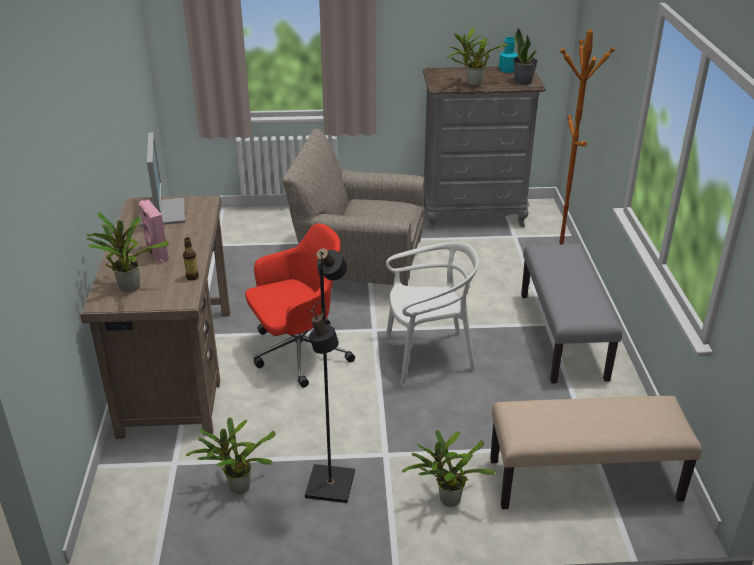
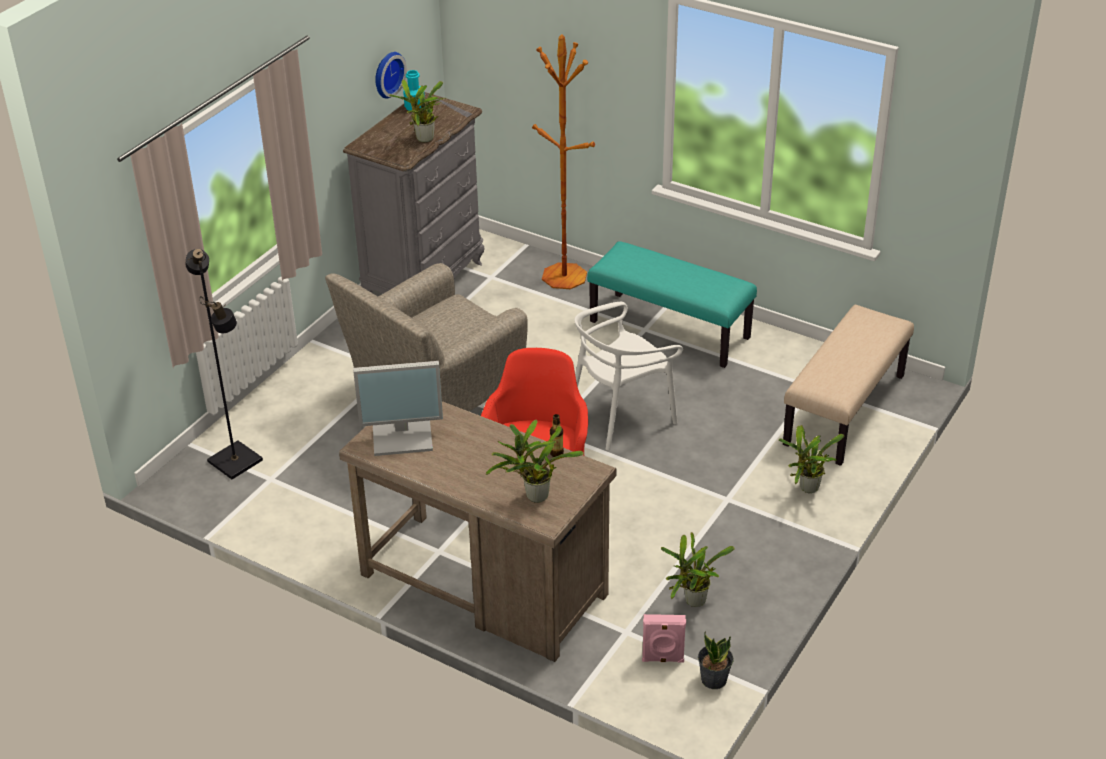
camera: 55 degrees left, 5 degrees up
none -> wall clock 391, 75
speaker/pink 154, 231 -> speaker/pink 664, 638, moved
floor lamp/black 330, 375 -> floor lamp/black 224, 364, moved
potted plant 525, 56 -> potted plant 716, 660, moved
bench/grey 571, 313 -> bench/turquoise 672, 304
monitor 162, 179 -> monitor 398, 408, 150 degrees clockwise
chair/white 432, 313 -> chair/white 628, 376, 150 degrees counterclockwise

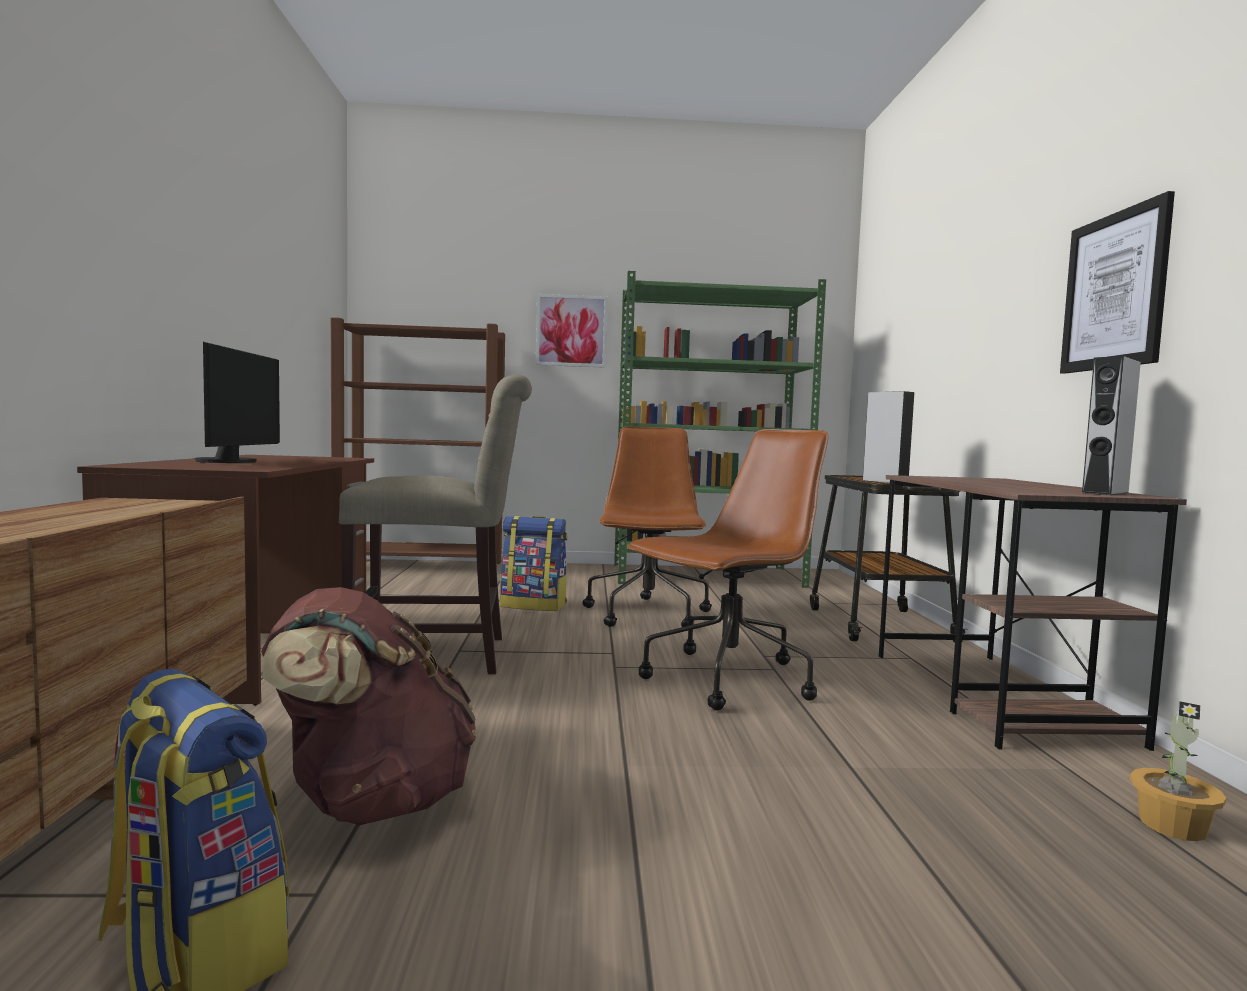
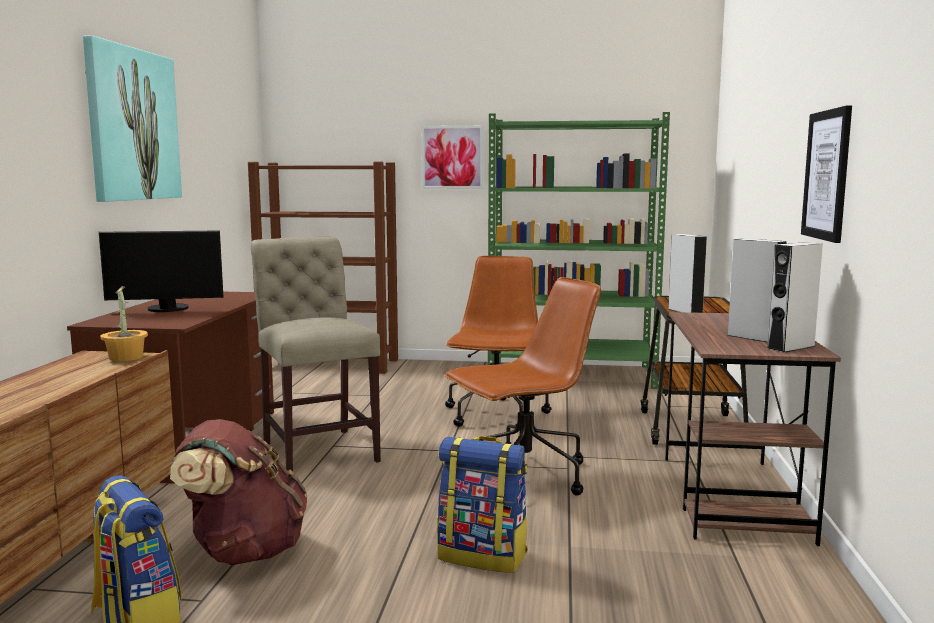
camera: 10 degrees right, 5 degrees up
none -> picture 132, 118
none -> speaker/grey 756, 290
backpack 533, 563 -> backpack 482, 504, moved
potted plant 1178, 771 -> potted plant 124, 323, moved
monitor 237, 402 -> monitor 161, 271, 75 degrees clockwise
chair/beige 435, 524 -> chair/beige 316, 354, 120 degrees counterclockwise

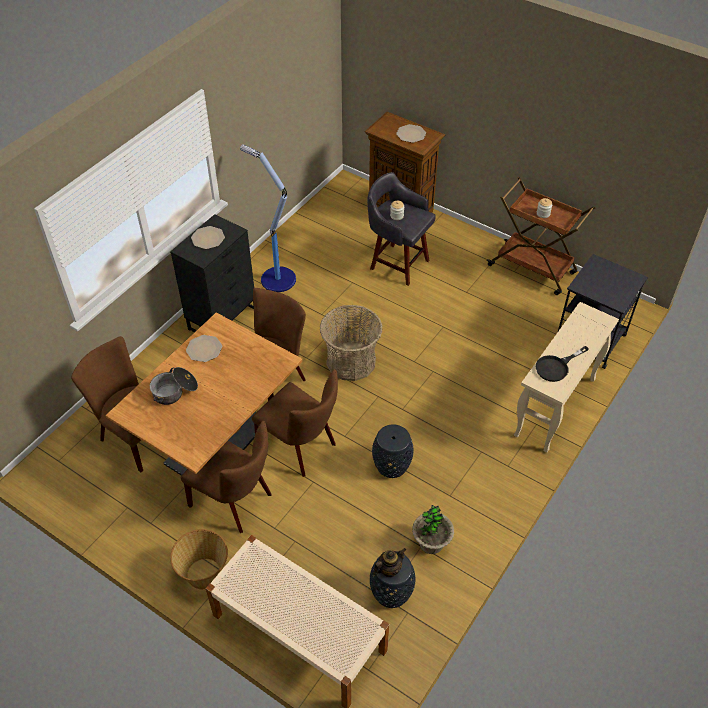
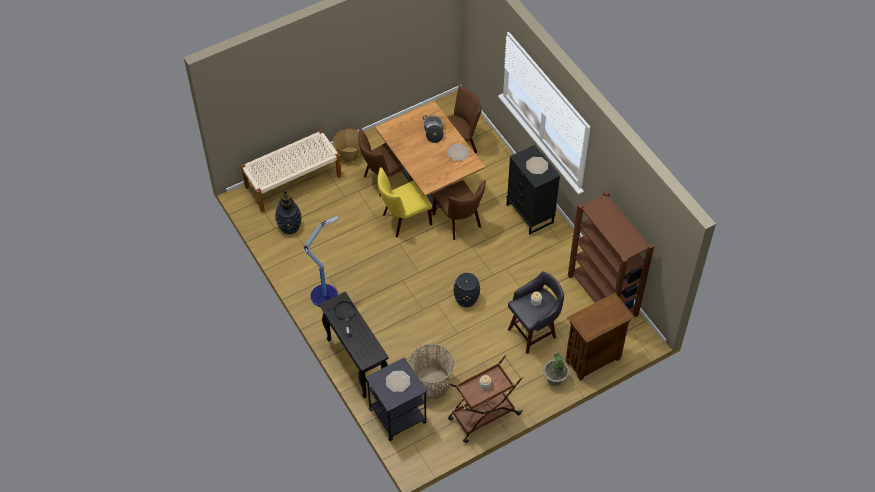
camera: 115 degrees right, 5 degrees up
none -> bookcase/brown 611, 253
floor lamp 268, 218 -> floor lamp 321, 261, moved
basket 351, 343 -> basket 431, 371, moved
stool/black 393, 451 -> stool/black 466, 290, moved
plate 411, 133 -> plate 398, 381, moved
potted plant 433, 529 -> potted plant 556, 369, moved
chair/brown 295, 423 -> chair/yellow 404, 202
console table/beige 566, 377 -> console table/black 354, 345

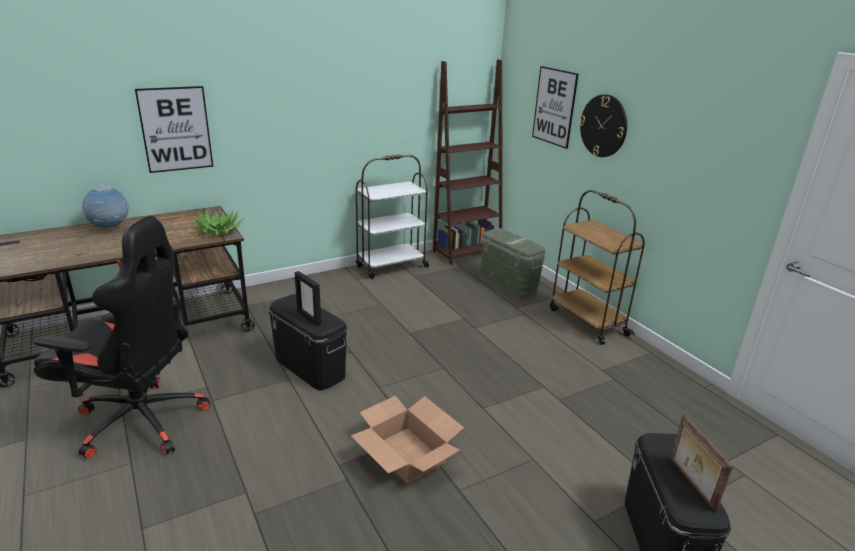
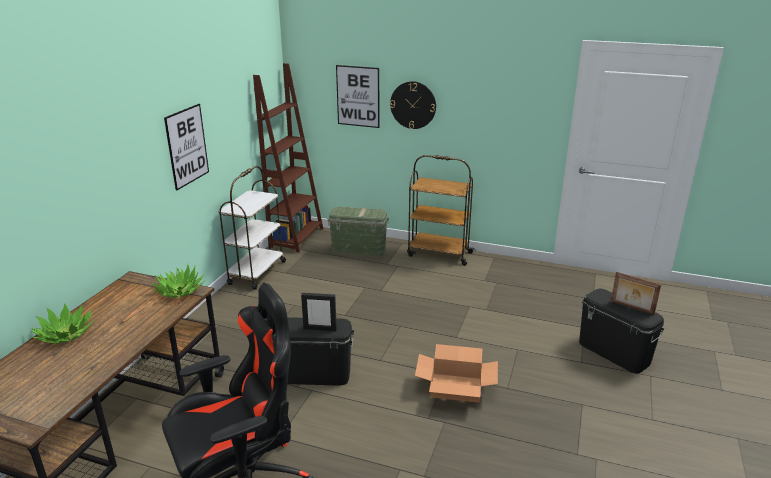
camera: 40 degrees left, 0 degrees up
picture 174, 129 -> picture 186, 147, moved
globe 105, 207 -> potted plant 62, 323

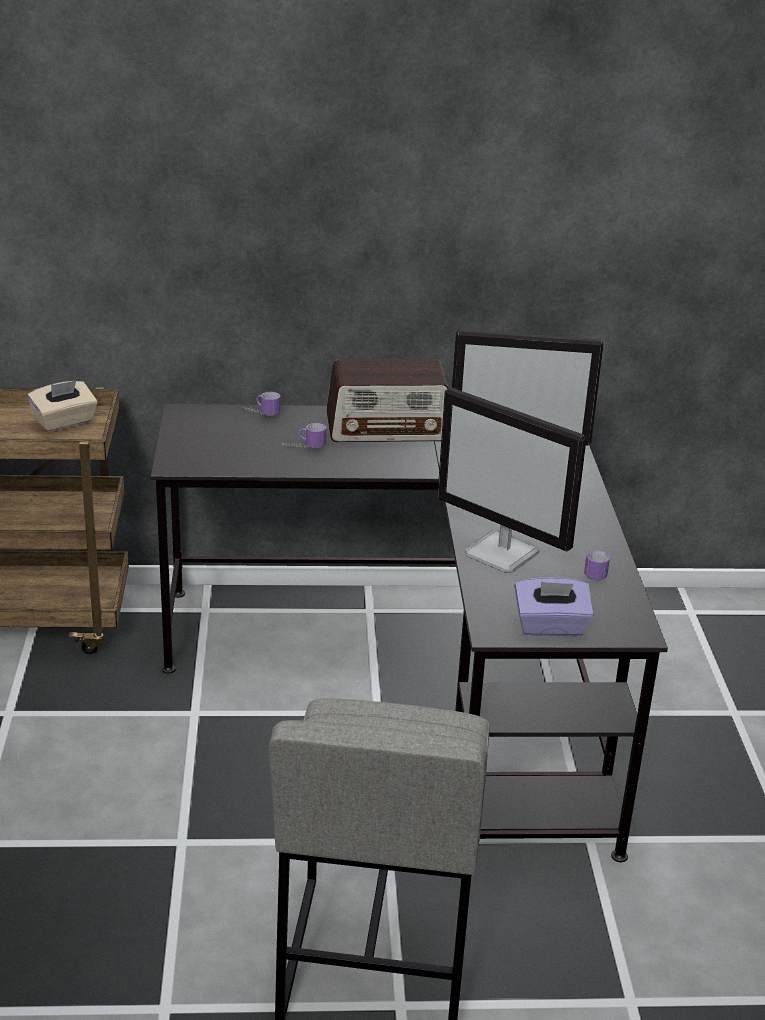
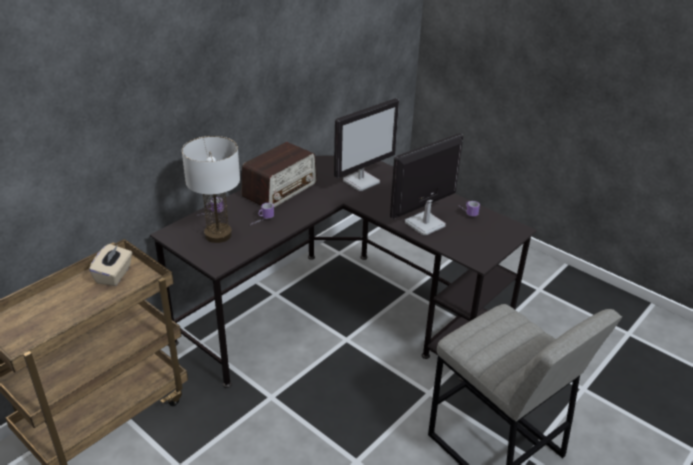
camera: 45 degrees left, 5 degrees up
tissue box/purple 554, 606 -> none
none -> table lamp 211, 189
monitor 512, 480 -> monitor 426, 184, 150 degrees clockwise

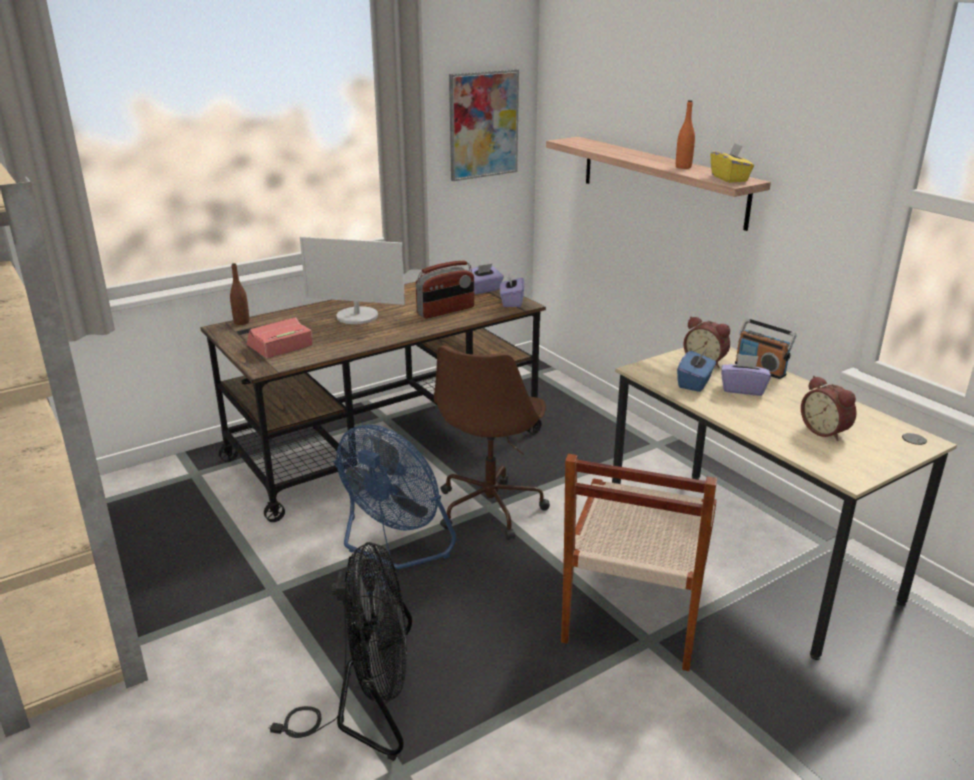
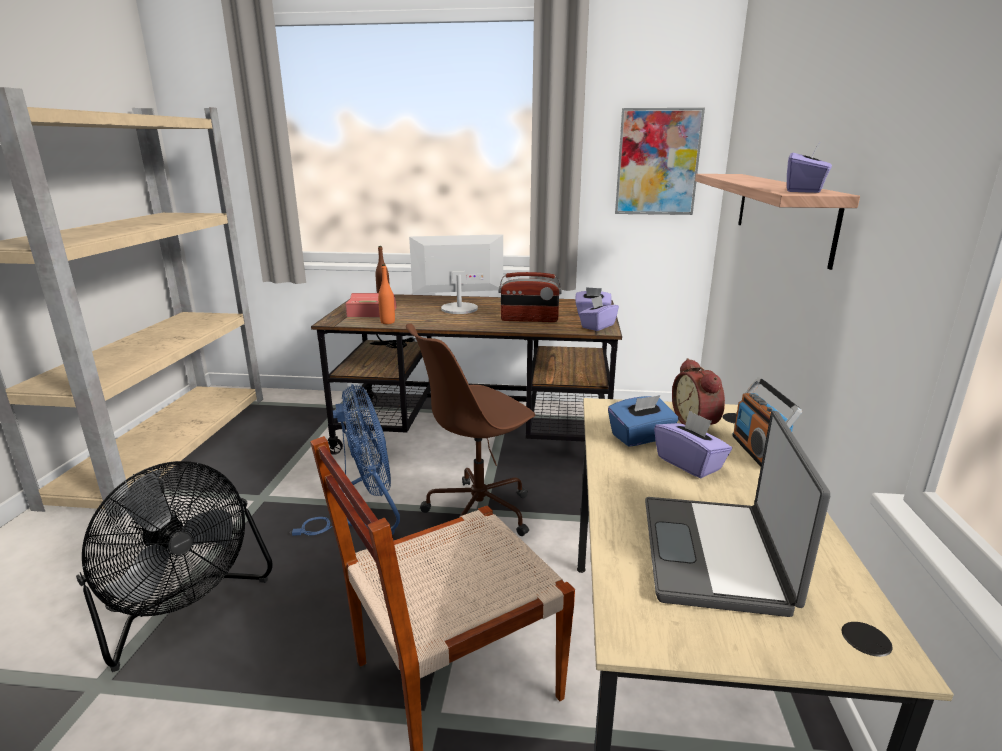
camera: 40 degrees right, 5 degrees down
bottle/orange 685, 134 -> bottle/orange 386, 294, moved
alarm clock 828, 408 -> laptop 737, 514
tissue box/yellow 732, 163 -> tissue box/purple 809, 167
monitor 352, 280 -> monitor 456, 274, 120 degrees clockwise

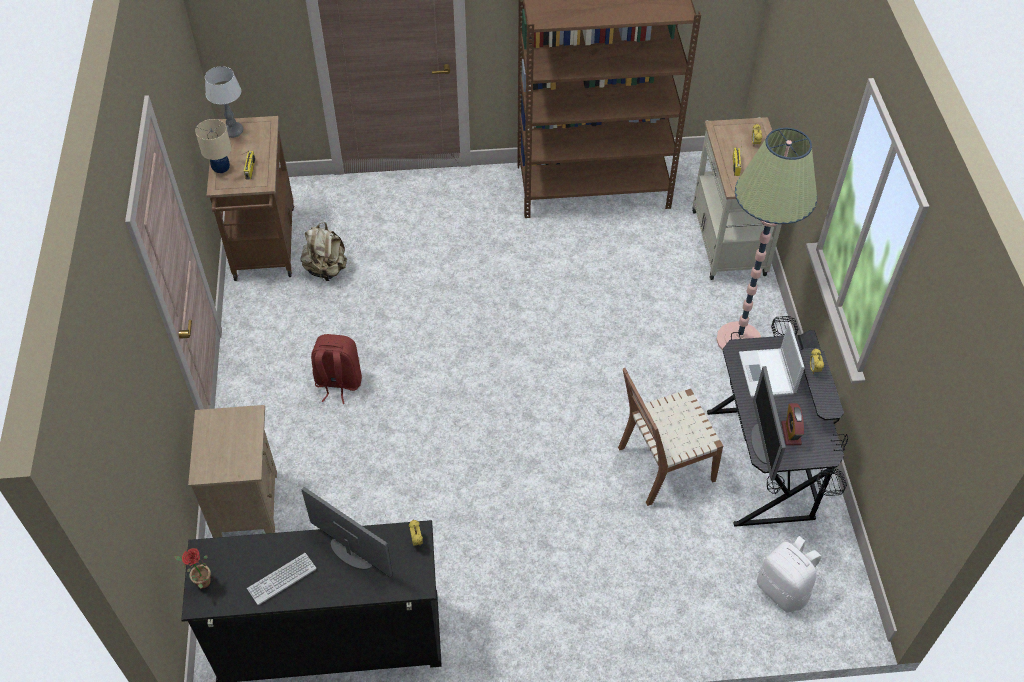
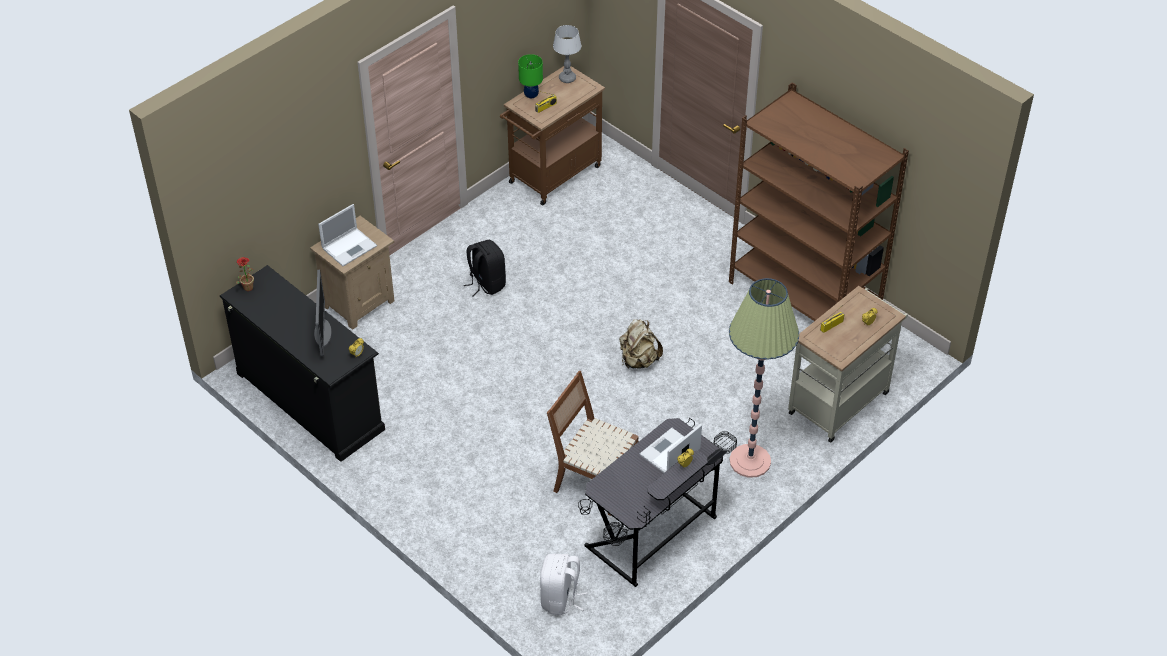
camera: 50 degrees right, 5 degrees down
keyboard 282, 579 -> none
monitor 768, 423 -> none
alarm clock 792, 424 -> none
none -> laptop 347, 235
backpack/beige 323, 251 -> backpack/beige 641, 344, moved
table lamp/beige 213, 146 -> table lamp/green 530, 76
backpack/red 336, 369 -> backpack/black 485, 268

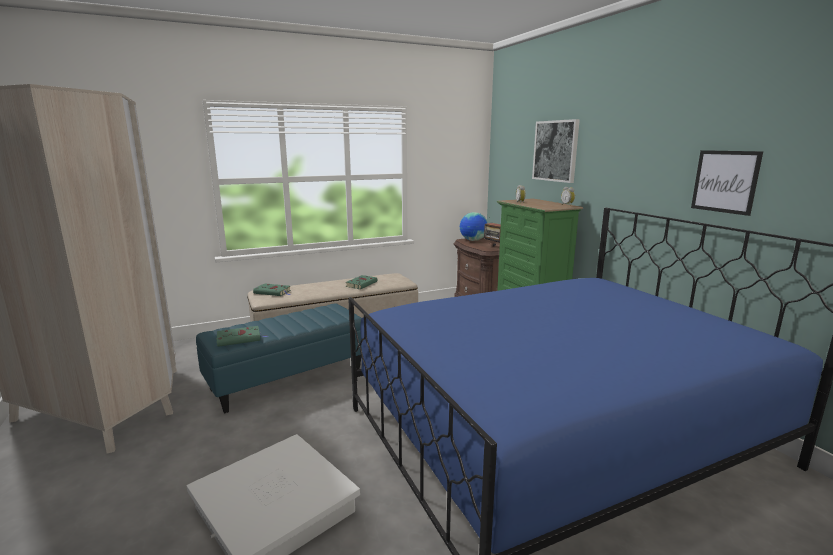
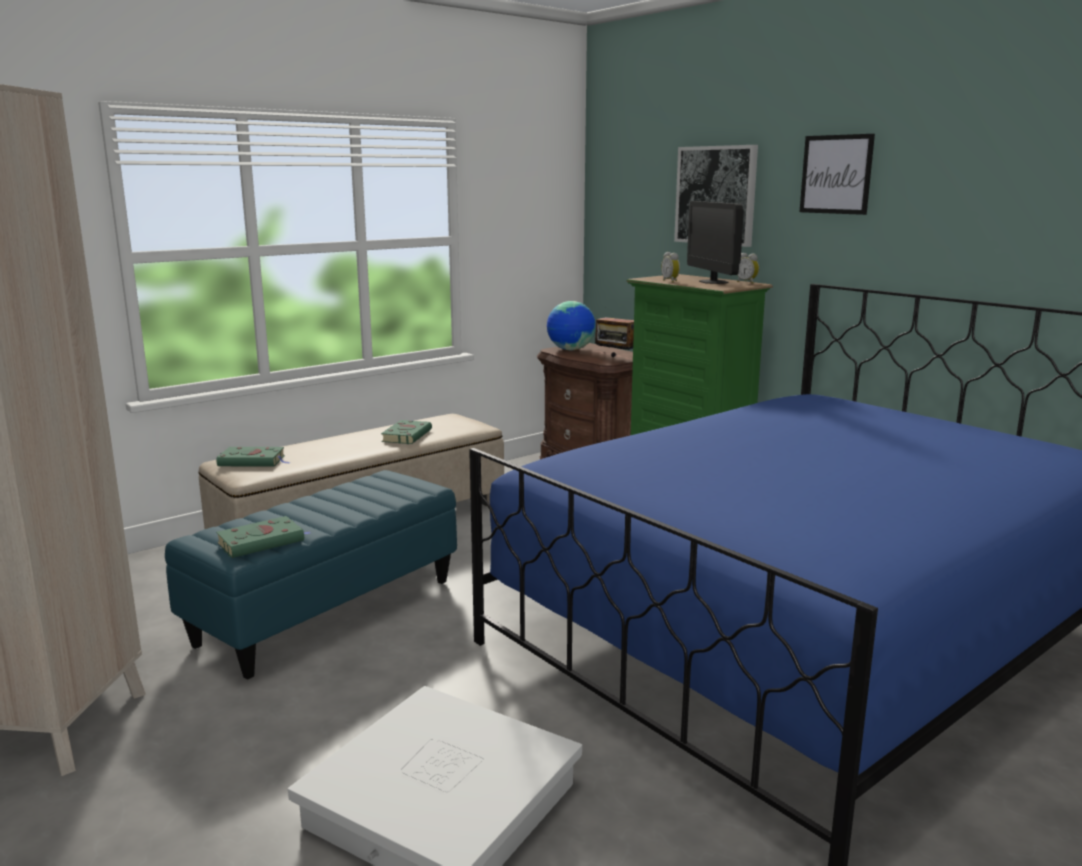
camera: 15 degrees left, 0 degrees up
none -> monitor 715, 242
picture 727, 183 -> picture 837, 174, moved

